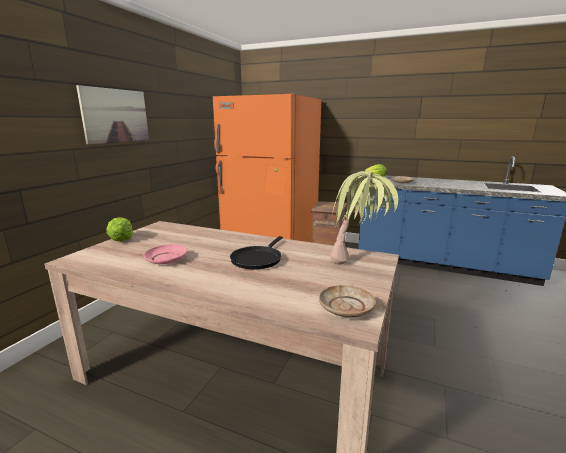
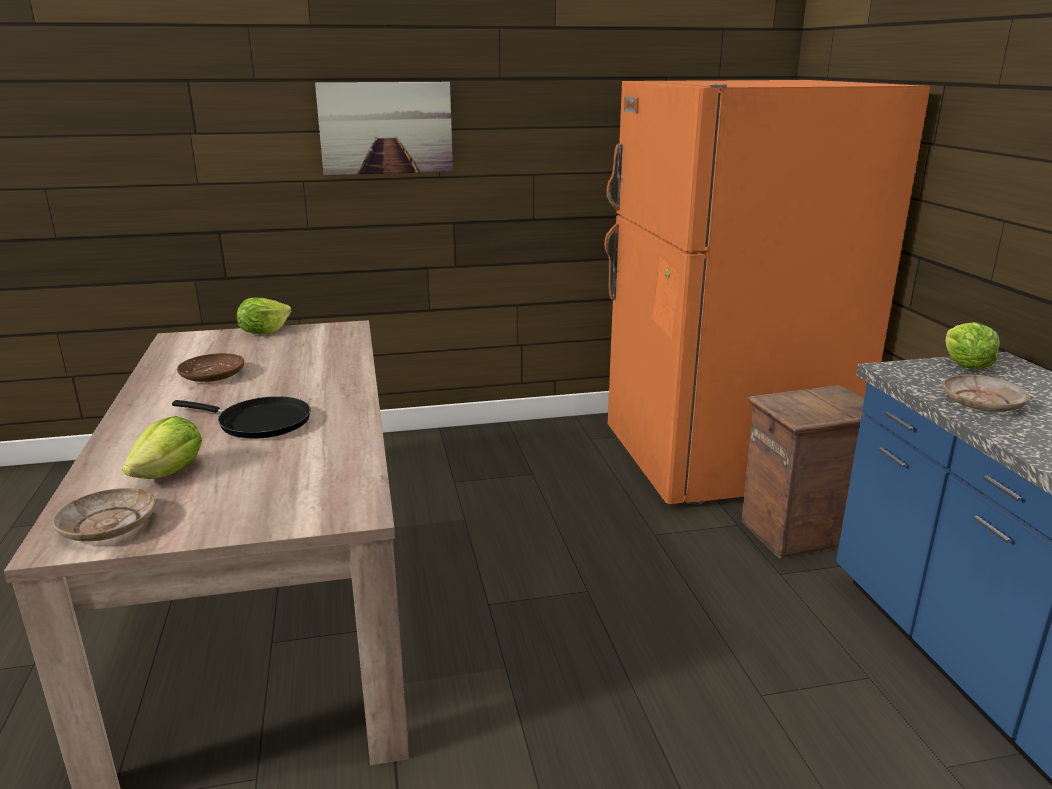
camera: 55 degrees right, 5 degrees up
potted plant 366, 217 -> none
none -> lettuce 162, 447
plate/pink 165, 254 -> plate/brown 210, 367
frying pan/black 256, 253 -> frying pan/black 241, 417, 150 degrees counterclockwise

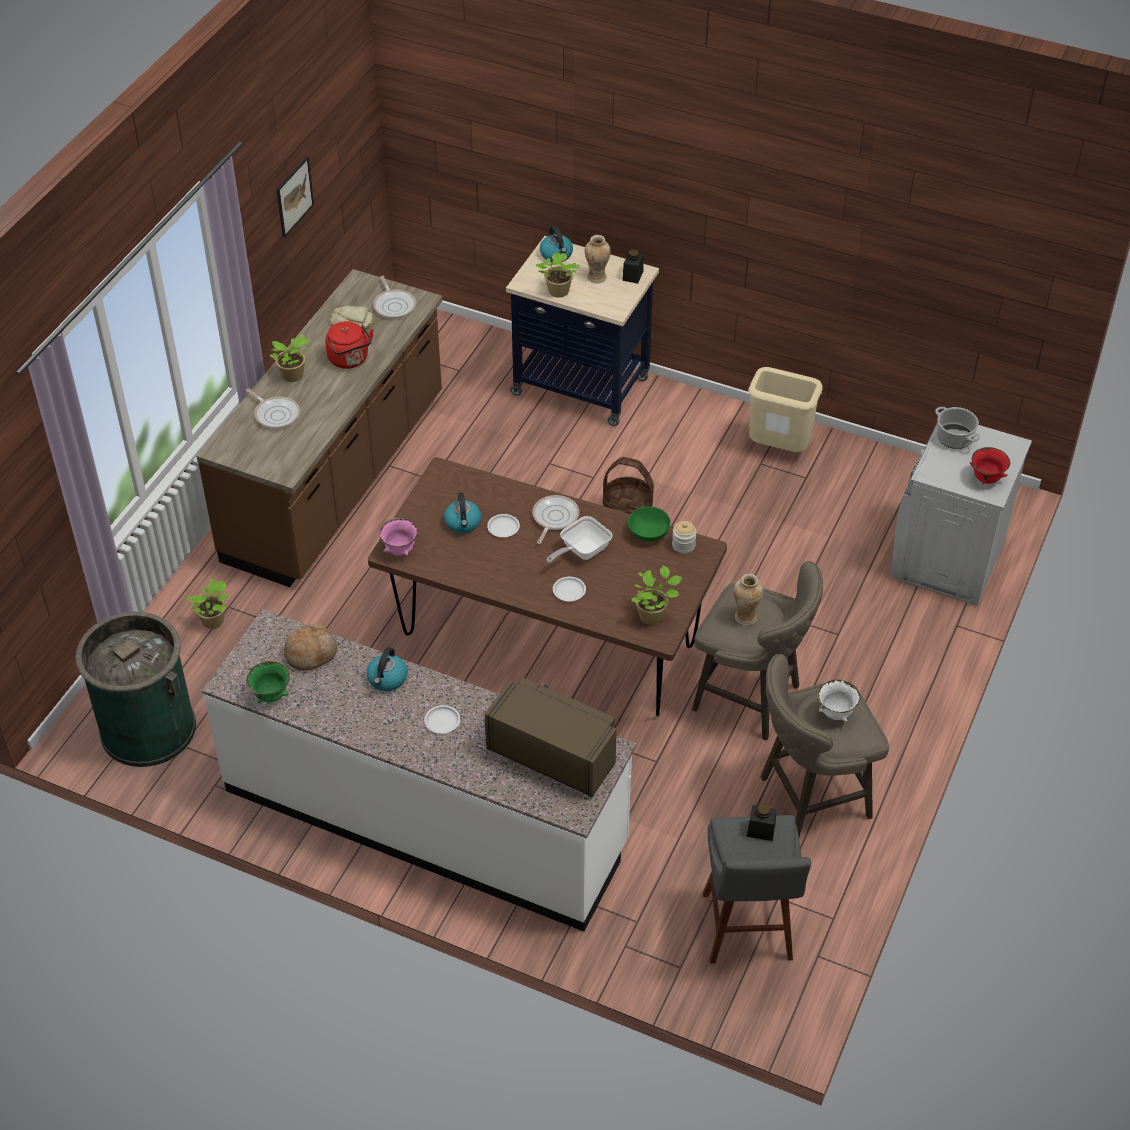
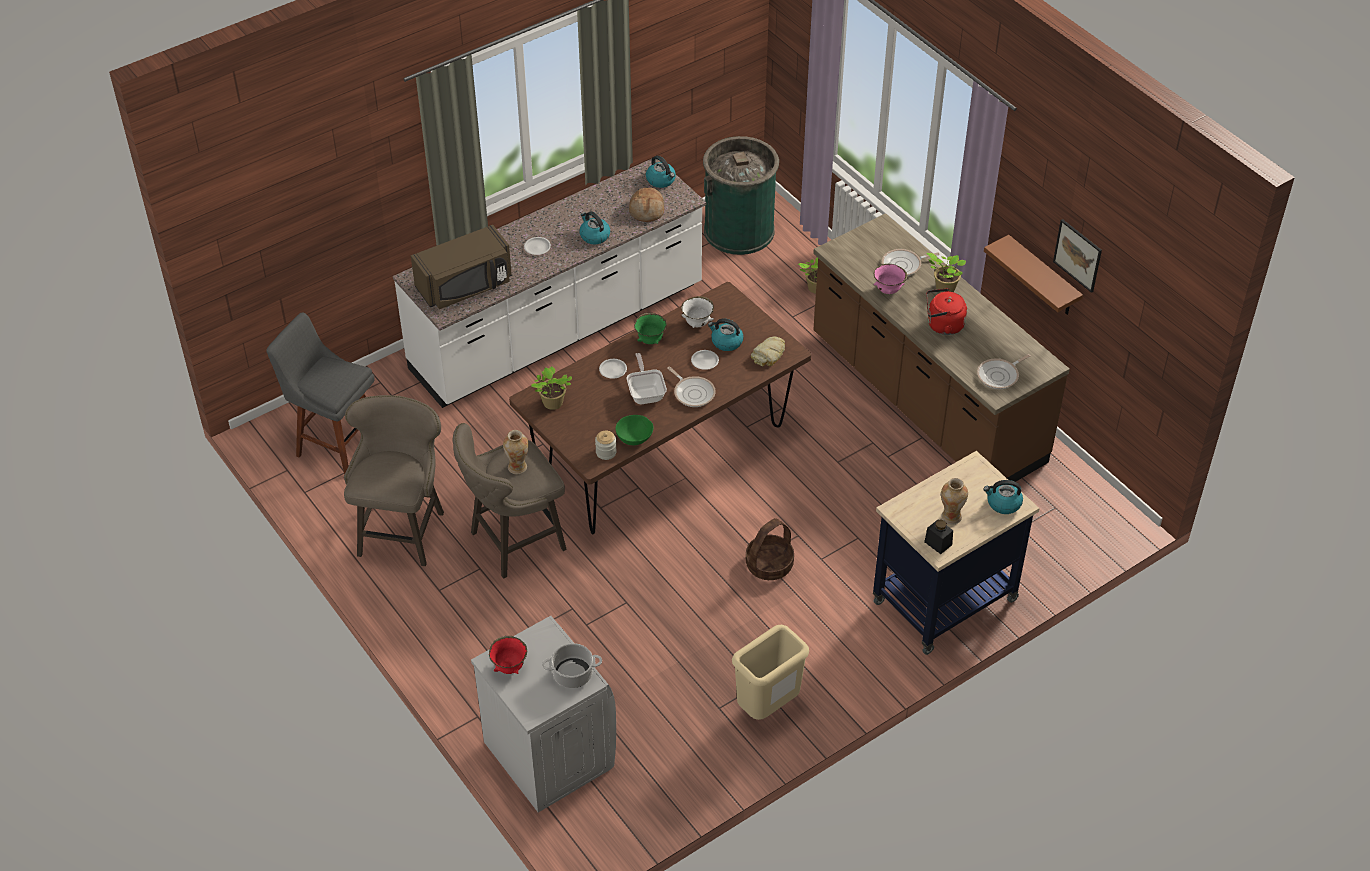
camera: 120 degrees right, 0 degrees up
potted plant 557, 275 -> none
jar/black 762, 822 -> none
none -> kettle 661, 172
none -> shelf/brown 1033, 275
bowl/green 268, 682 -> bowl/green 650, 328, moved
bread 352, 318 -> bread 768, 351, moved
bowl/pink 398, 537 -> bowl/pink 890, 279, moved
bowl/white 838, 700 -> bowl/white 697, 312, moved
frying pan 394, 297 -> frying pan 1004, 371, 45 degrees counterclockwise

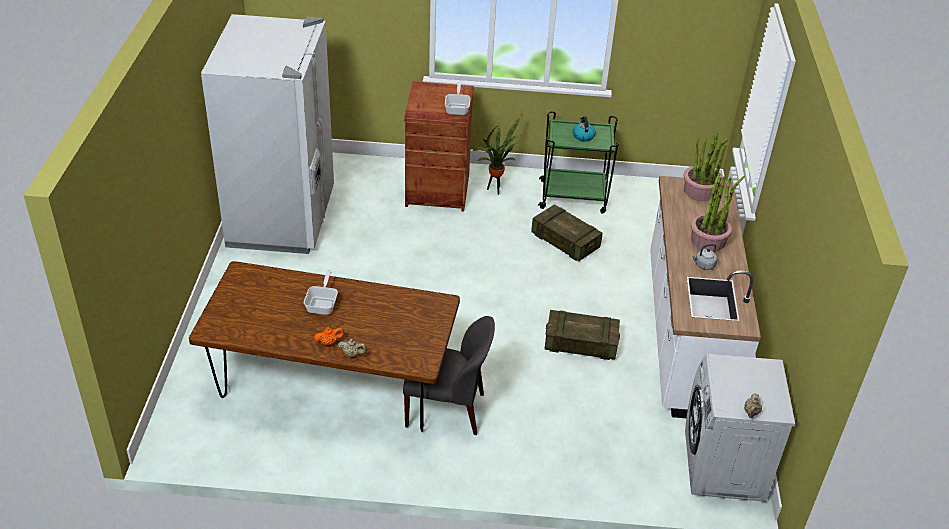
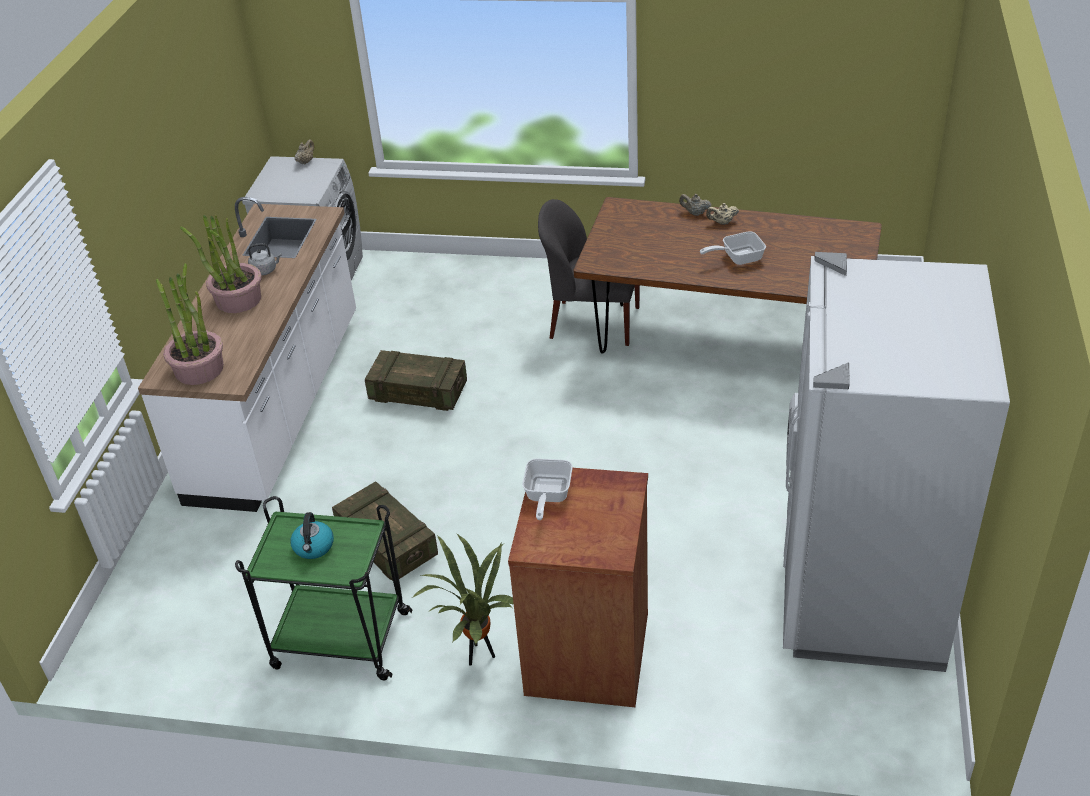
camera: 170 degrees left, 0 degrees up
teapot/orange 329, 336 -> teapot/beige 722, 214
frying pan 321, 292 -> frying pan 733, 248, 60 degrees clockwise

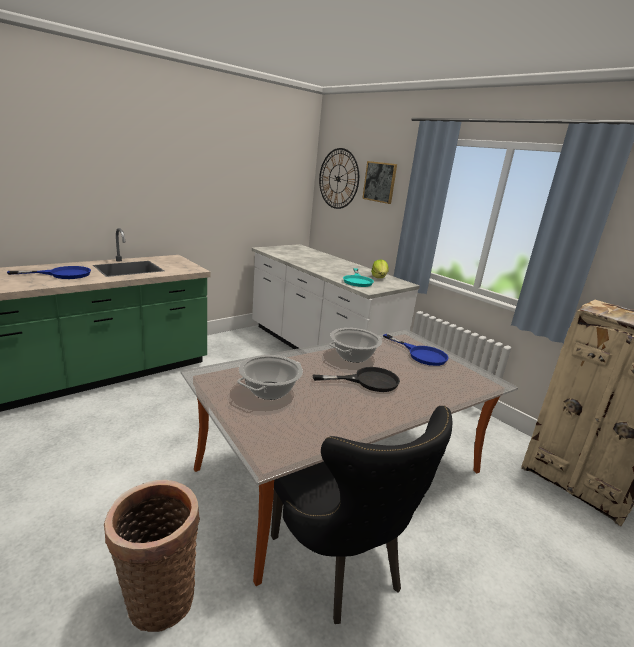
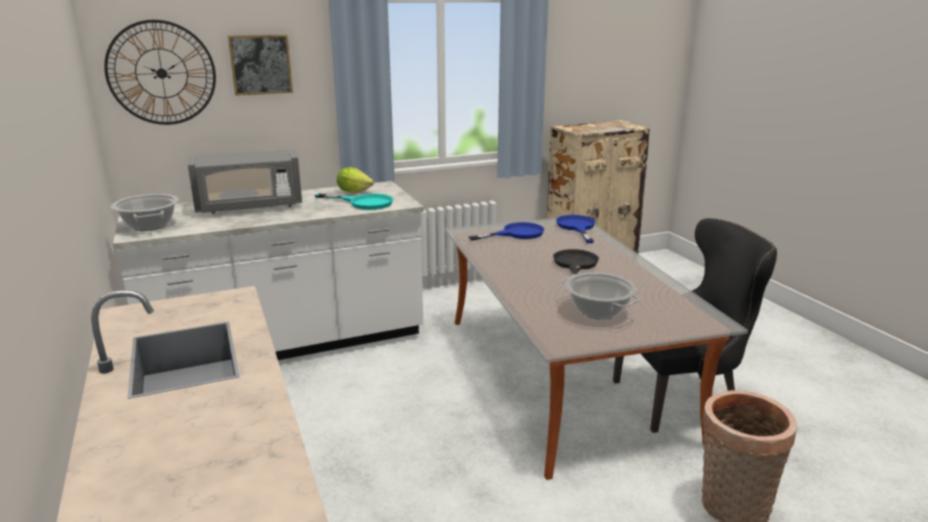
camera: 70 degrees left, 0 degrees up
none -> microwave/grey 245, 181
frying pan/blue 49, 272 -> frying pan/blue 576, 229, moved
cooking pot 355, 345 -> cooking pot 145, 212, moved

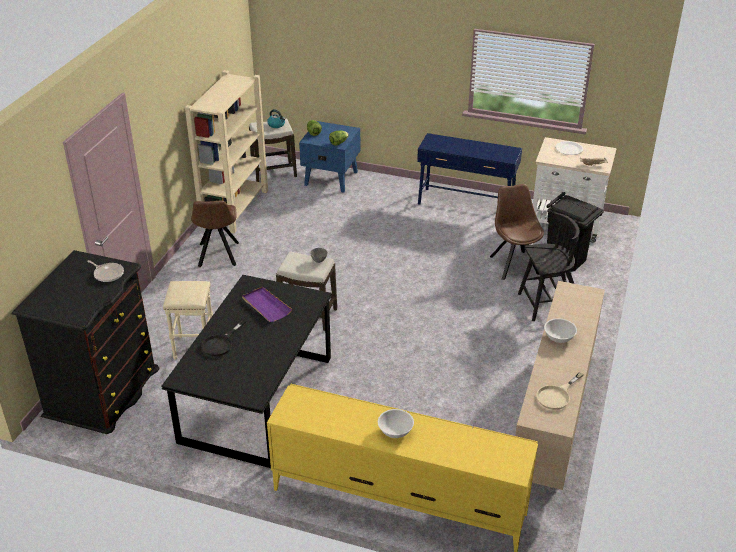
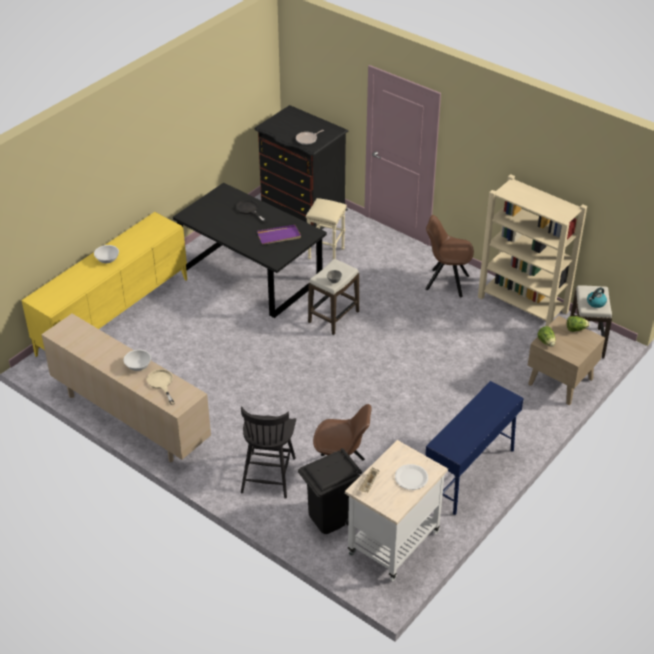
camera: 110 degrees right, 5 degrees up
frying pan/beige 560, 391 -> frying pan/beige 161, 387, moved
nightstand/blue 329, 157 -> nightstand/beige 566, 360

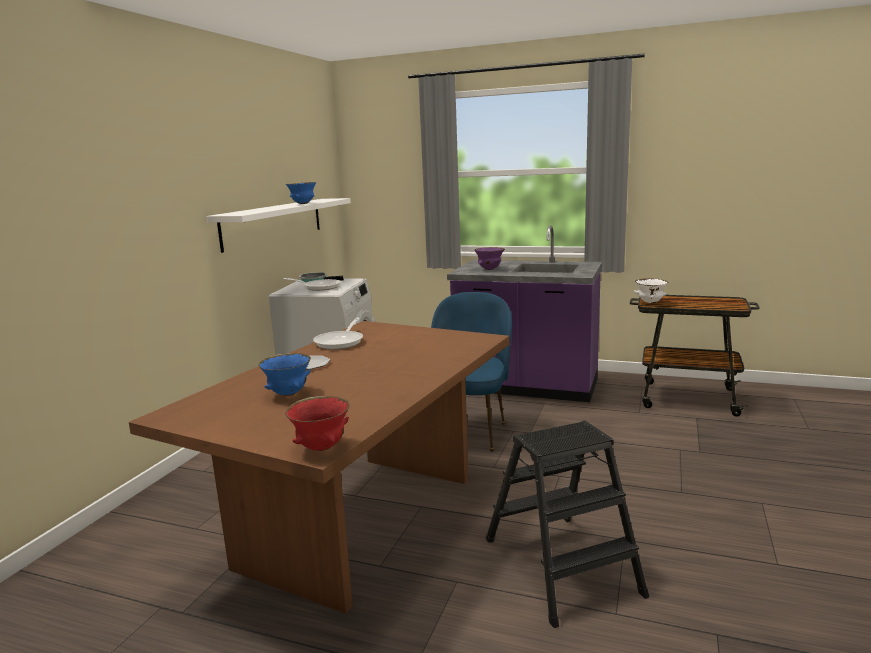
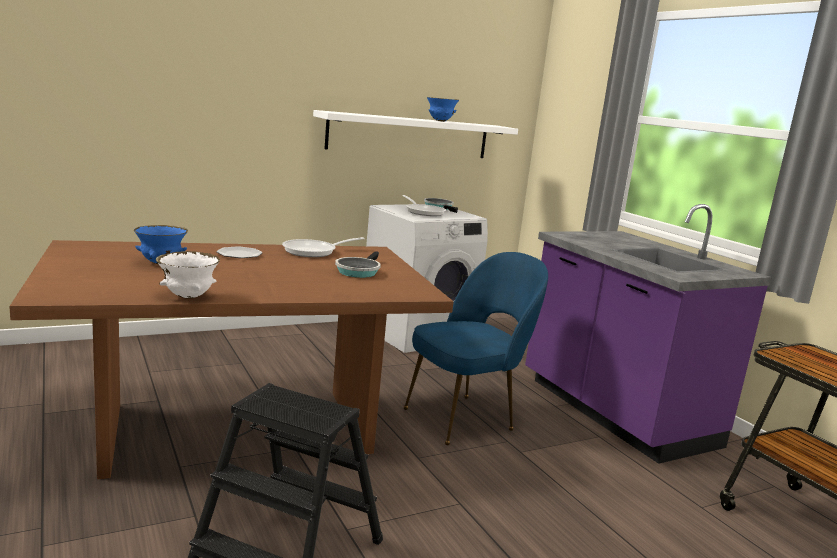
camera: 40 degrees right, 0 degrees up
bowl/red 317, 423 -> none
bowl/purple 489, 258 -> none
none -> frying pan 358, 264
bowl/white 651, 290 -> bowl/white 188, 275, moved

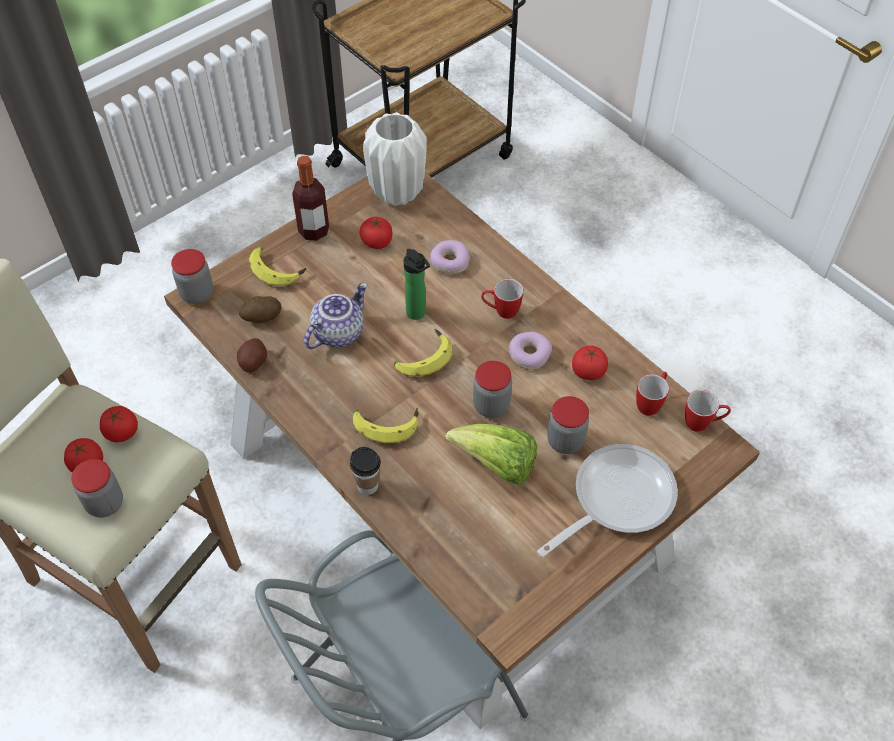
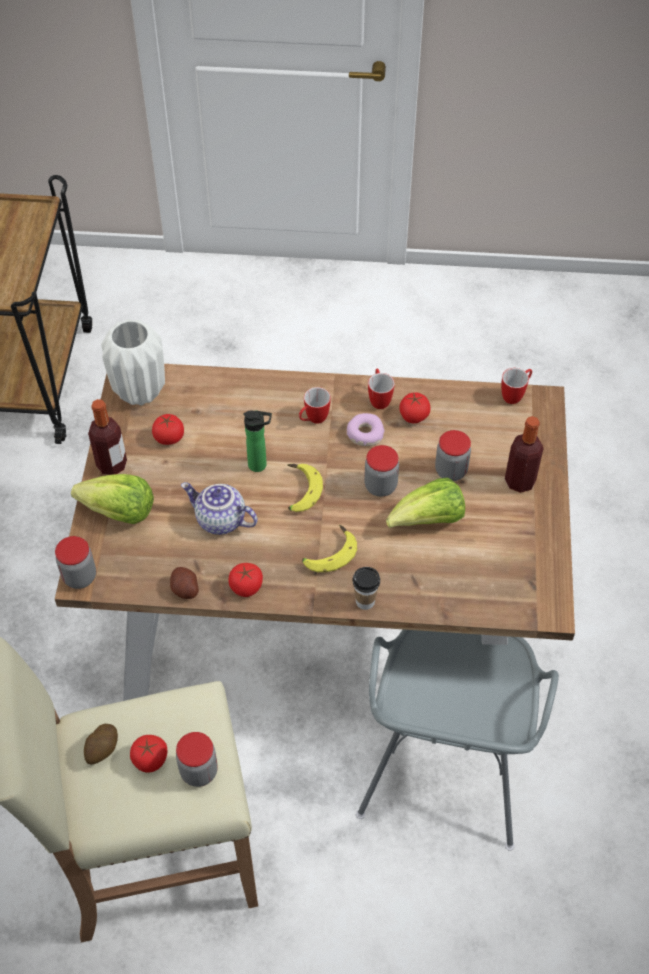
camera: 45 degrees left, 0 degrees up
donut 450, 257 -> none
tomato 119, 424 -> tomato 246, 580, moved
potato 260, 309 -> potato 101, 744, moved
mug 652, 394 -> mug 381, 389, moved
banana 277, 266 -> lettuce 112, 499
frying pan 607, 500 -> bottle 524, 454
teapot 335, 316 -> teapot 219, 508, 60 degrees counterclockwise

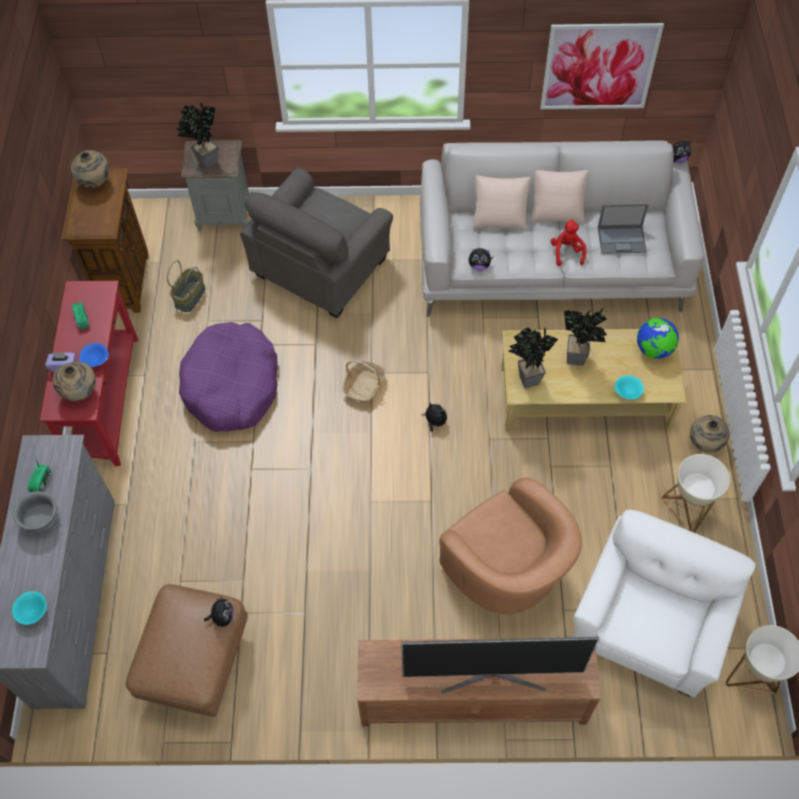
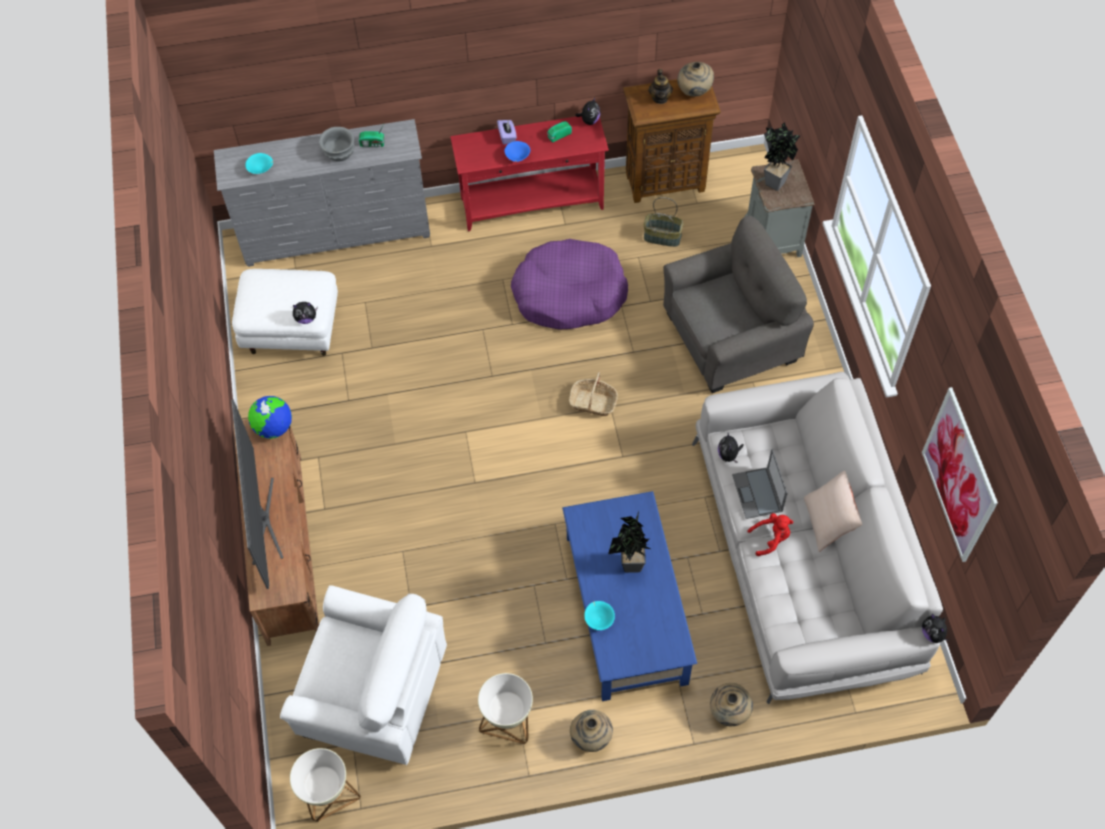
camera: 80 degrees right, 0 degrees up
armchair/brown 510, 546 -> none
pillow/beige 502, 203 -> none
potted plant 533, 357 -> none
none -> teapot 660, 86
vase/beige 74, 381 -> vase/beige 731, 704, moved
plush toy 434, 417 -> plush toy 587, 111, moved
laptop 623, 229 -> laptop 760, 484, moved
globe 658, 338 -> globe 270, 417, moved
ottoman/brown 187, 650 -> ottoman/white 285, 312
coffee table/beige 594, 380 -> coffee table/blue 629, 596
armchair/grey 316, 243 -> armchair/grey 738, 304, 135 degrees clockwise

